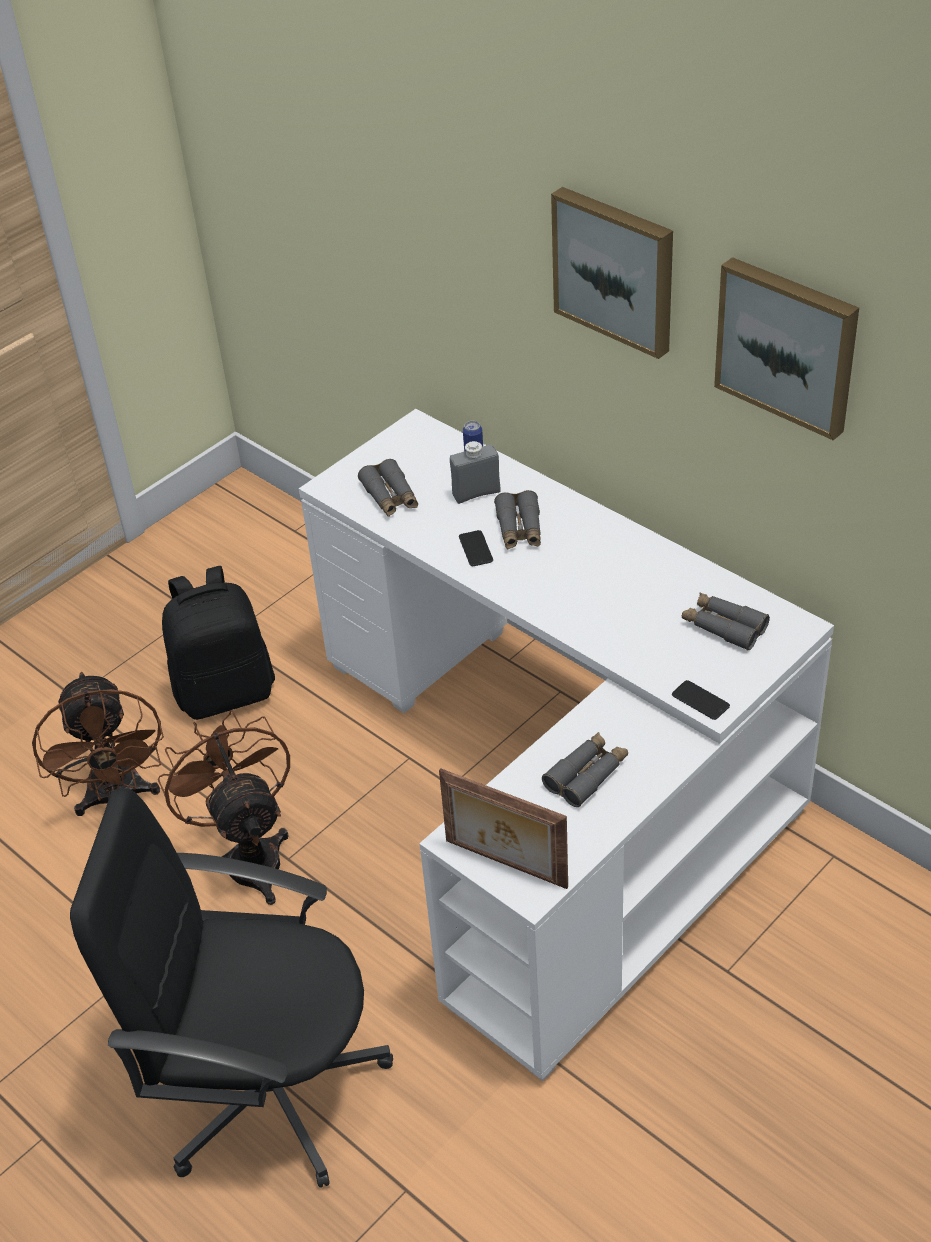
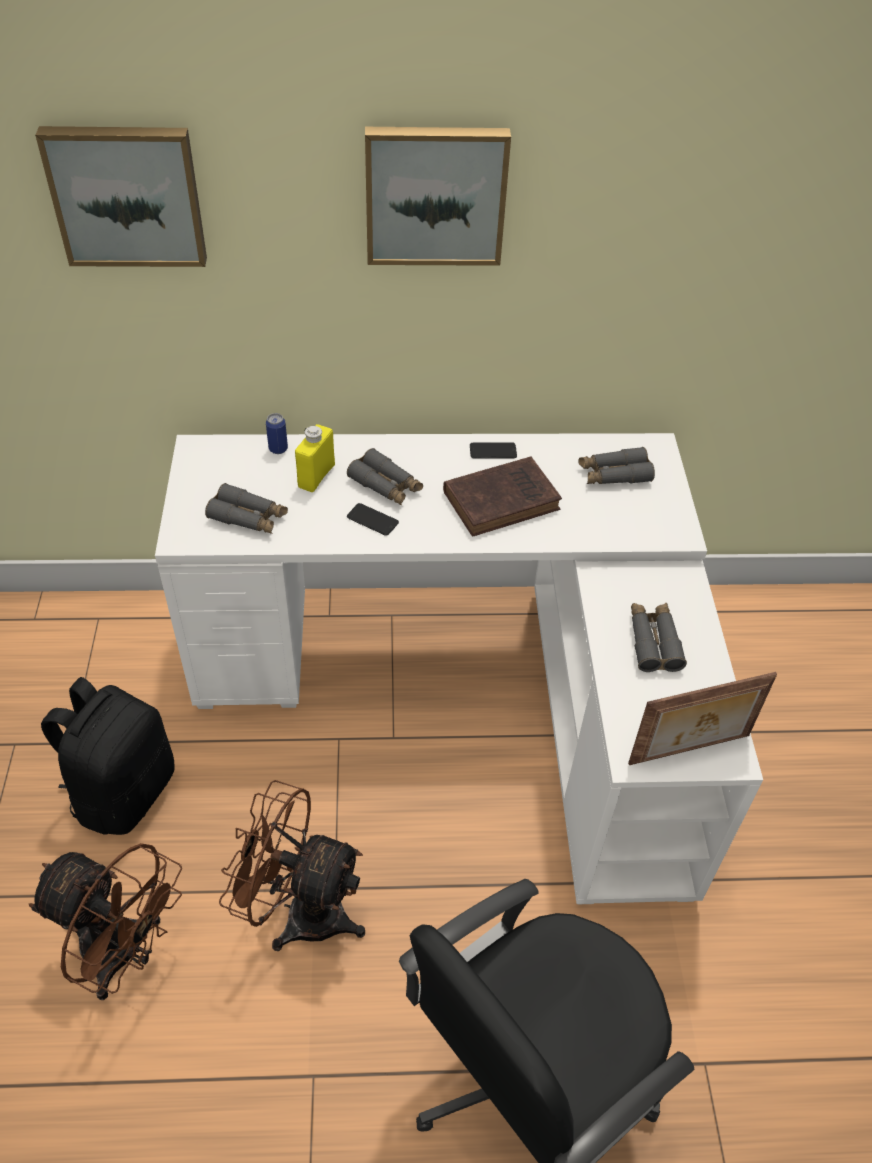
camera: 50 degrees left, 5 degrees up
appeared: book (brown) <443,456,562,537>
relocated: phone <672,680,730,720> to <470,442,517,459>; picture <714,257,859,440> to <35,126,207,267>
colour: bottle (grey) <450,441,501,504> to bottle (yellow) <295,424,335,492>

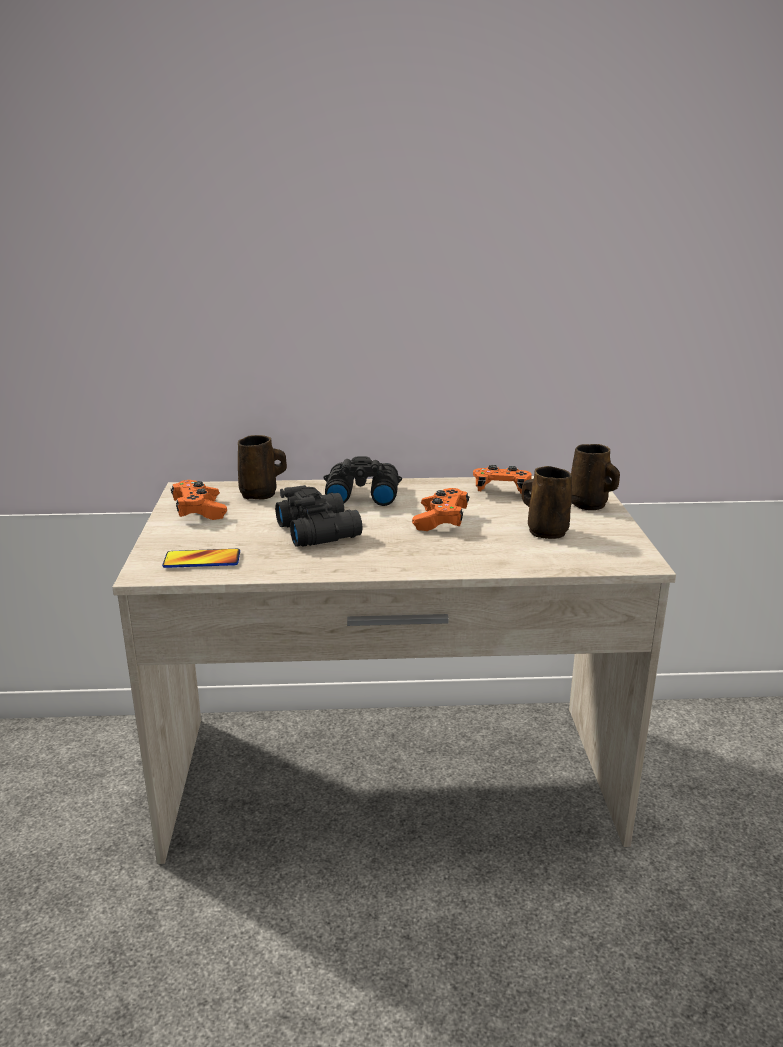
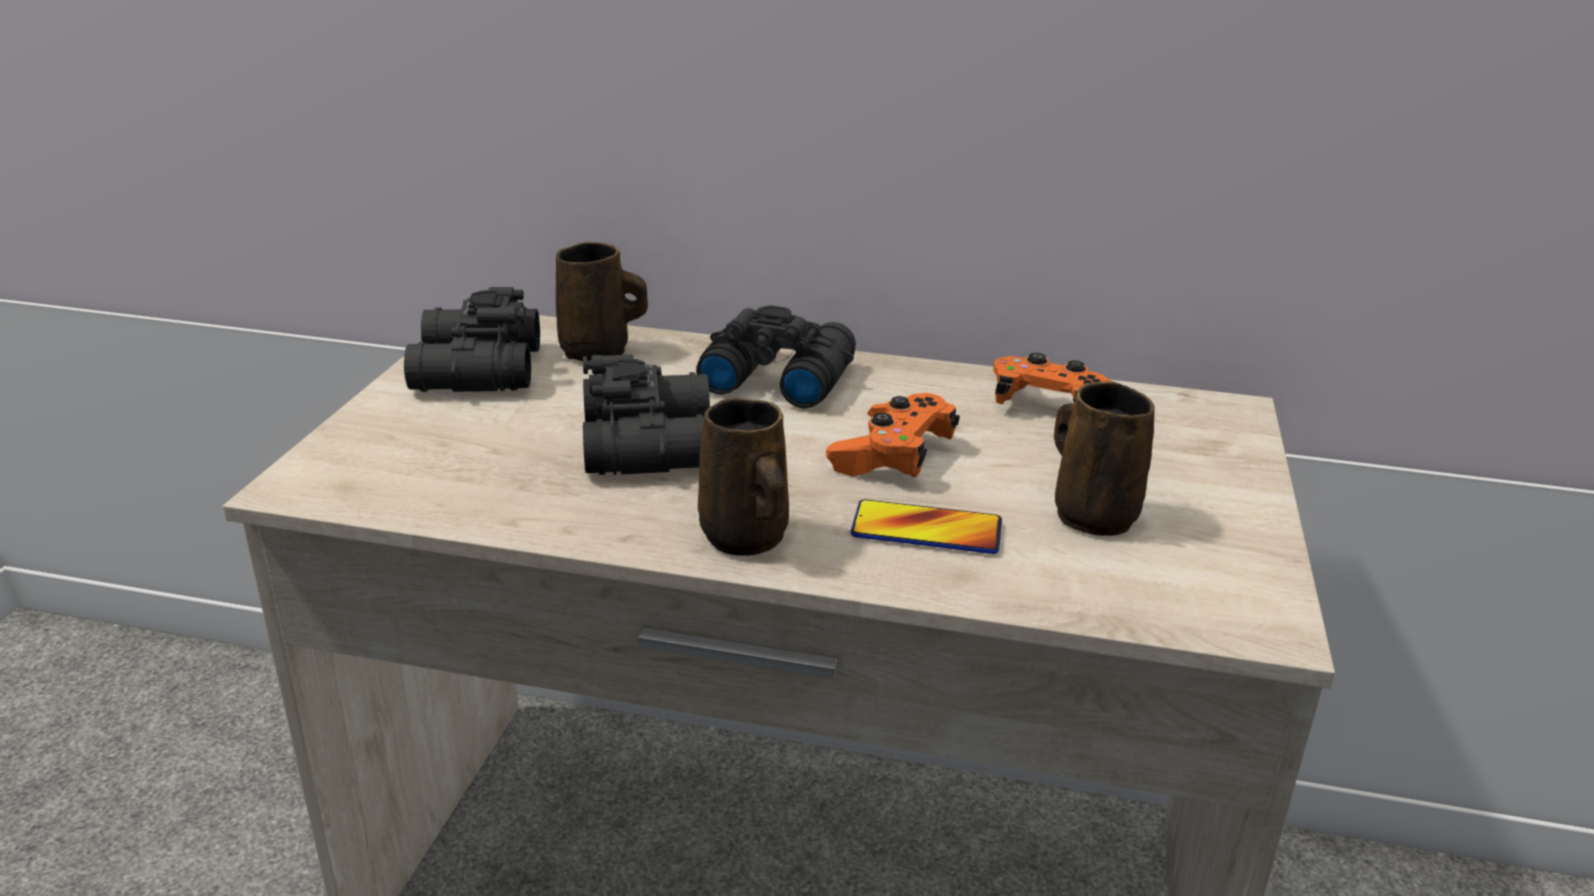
camera: 15 degrees right, 5 degrees up
relocated: phone <162,549,240,568> to <851,499,1002,554>; mug (brown) <571,444,620,510> to <698,398,789,556>
exchanged: game controller (orange) <171,480,227,520> to binoculars (black) <404,287,540,392>

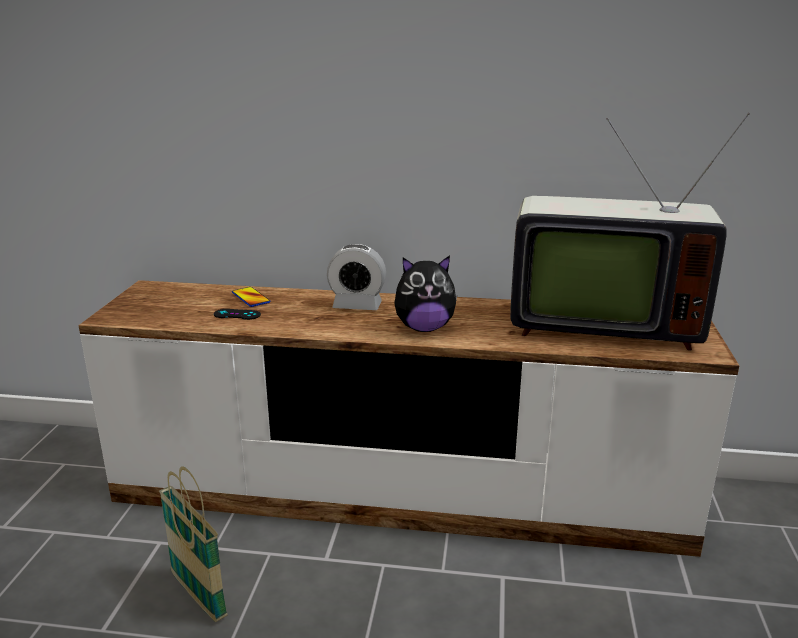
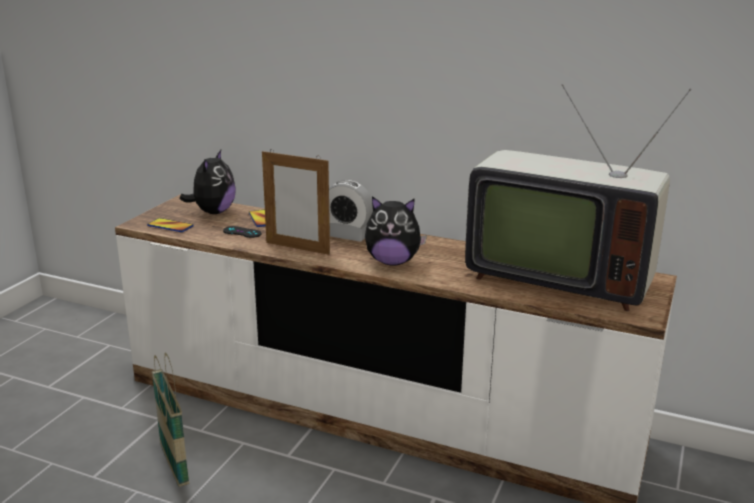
camera: 15 degrees right, 0 degrees up
appeared: phone <147,218,194,232>; plush toy <180,150,236,214>; picture frame <262,149,330,255>

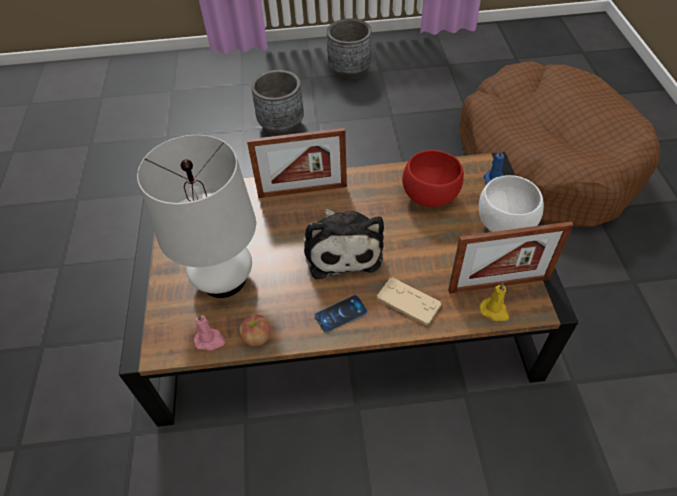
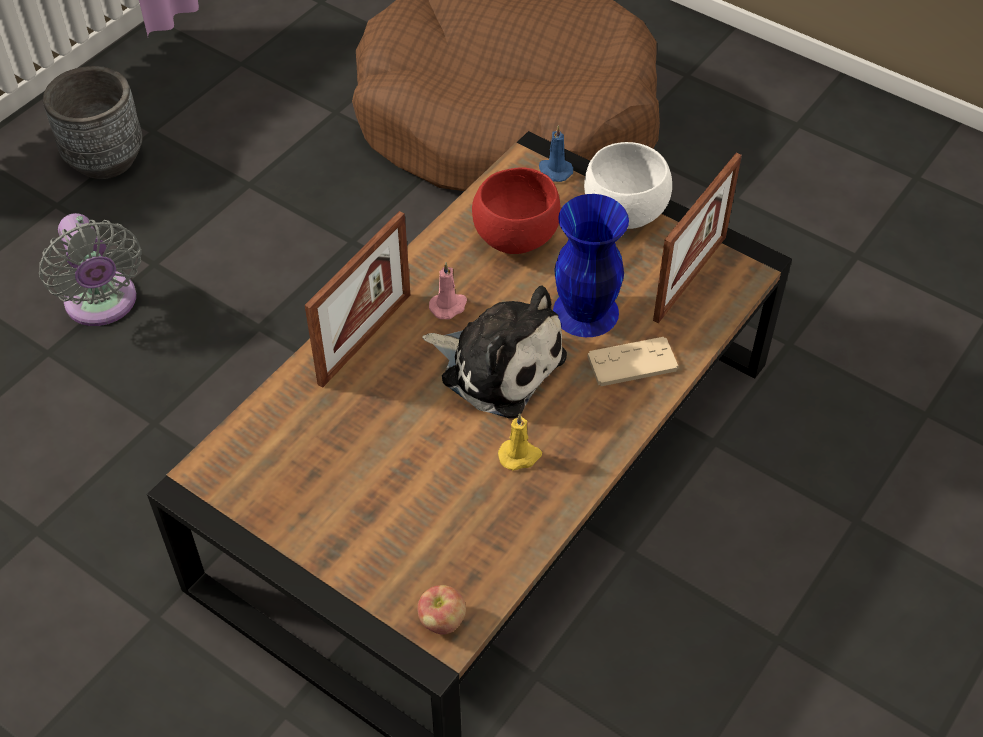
camera: 50 degrees left, 0 degrees up
missing: table lamp (white) <137,135,256,298>; phone <314,295,367,333>
appeared: vase (blue) <553,194,629,337>
relocated: candle (pink) <194,314,225,351> to <429,262,467,319>; apple <239,314,271,346> to <418,585,466,635>; candle (yellow) <480,283,509,321> to <498,413,542,471>
exchanged: planter (grey) <251,70,304,136> to fan (grey) <39,213,142,326>

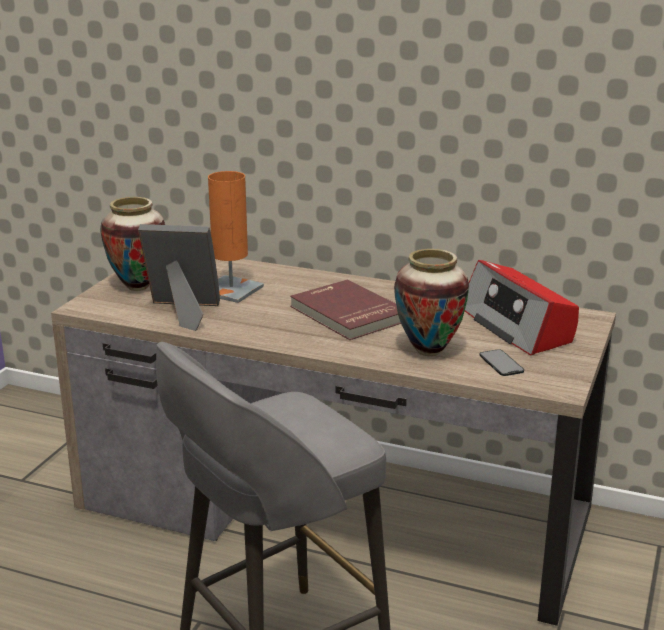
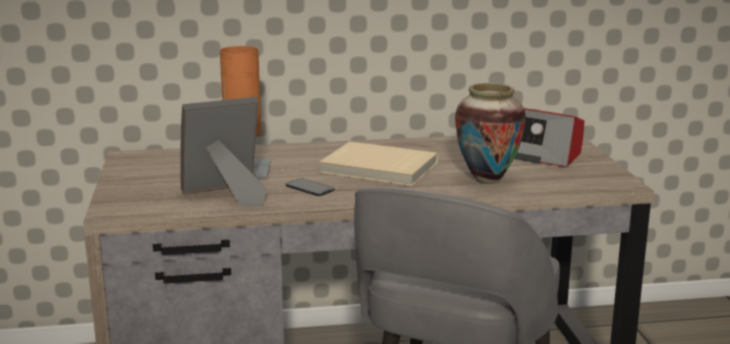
camera: 30 degrees left, 5 degrees down
missing: vase <100,197,165,291>
relocated: phone <479,349,524,376> to <286,178,334,196>
colour: book (red) <290,280,401,340> to book (beige) <320,142,438,186>

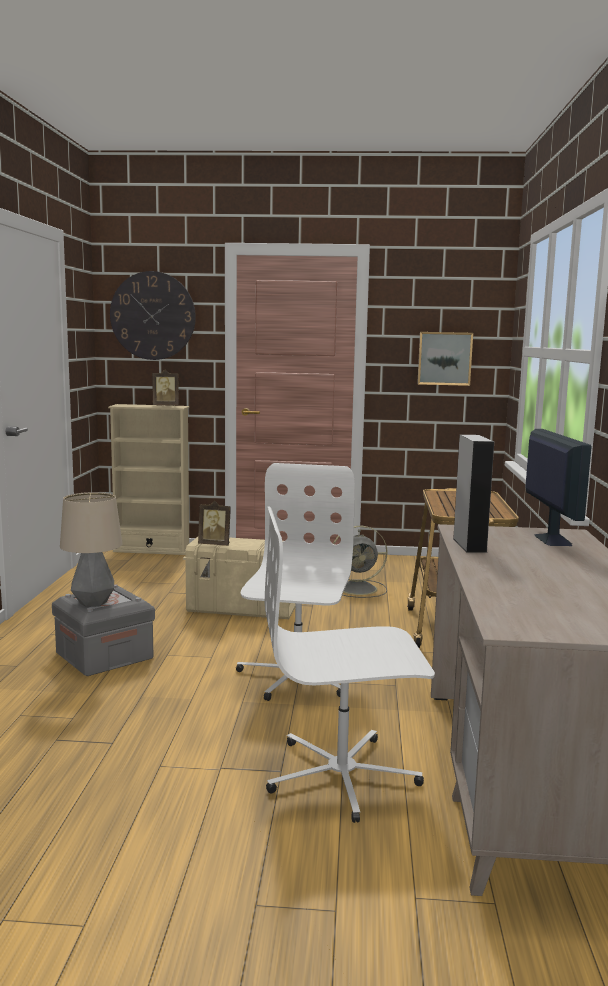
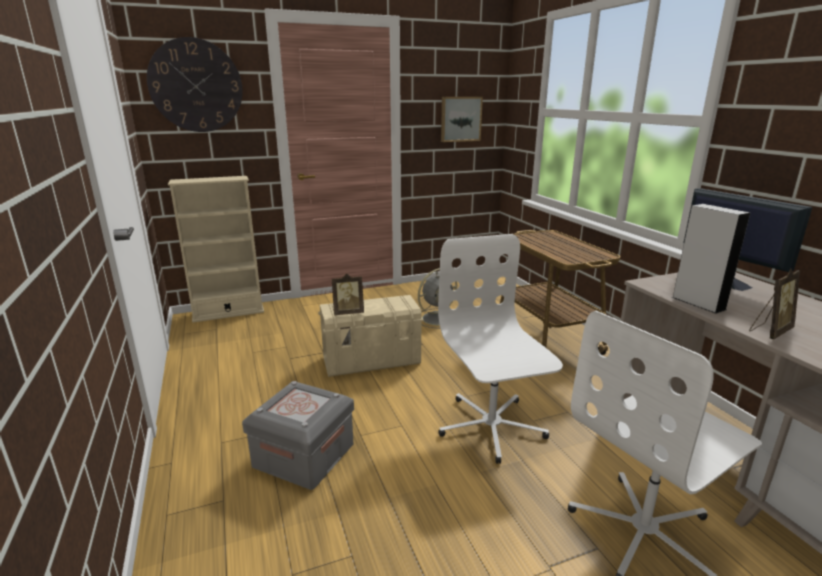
camera: 25 degrees left, 10 degrees up
missing: table lamp <60,492,123,607>
relocated: picture frame <152,370,179,406> to <749,268,800,339>

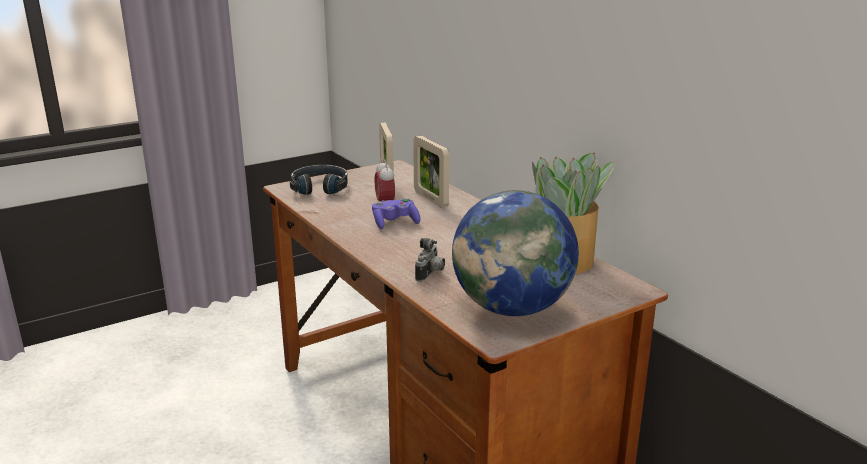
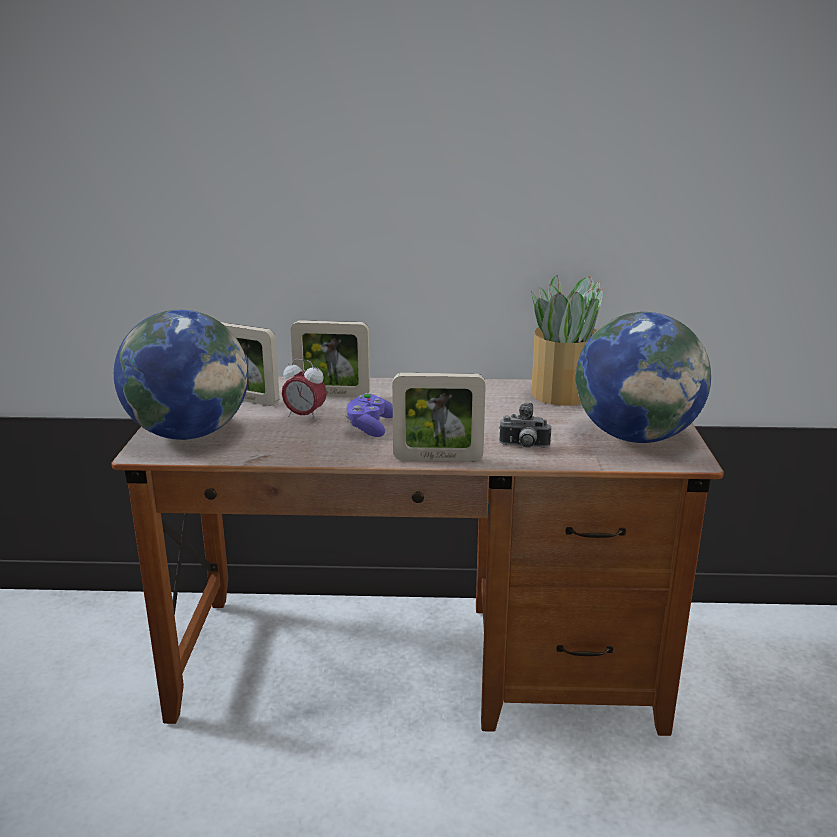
camera: 55 degrees left, 0 degrees up
appeared: picture frame <392,373,486,461>
exchanged: headphones (black) <290,165,348,195> to globe <114,309,248,440>
spun: photo camera <415,238,445,282> = <499,403,551,448> 135 degrees clockwise

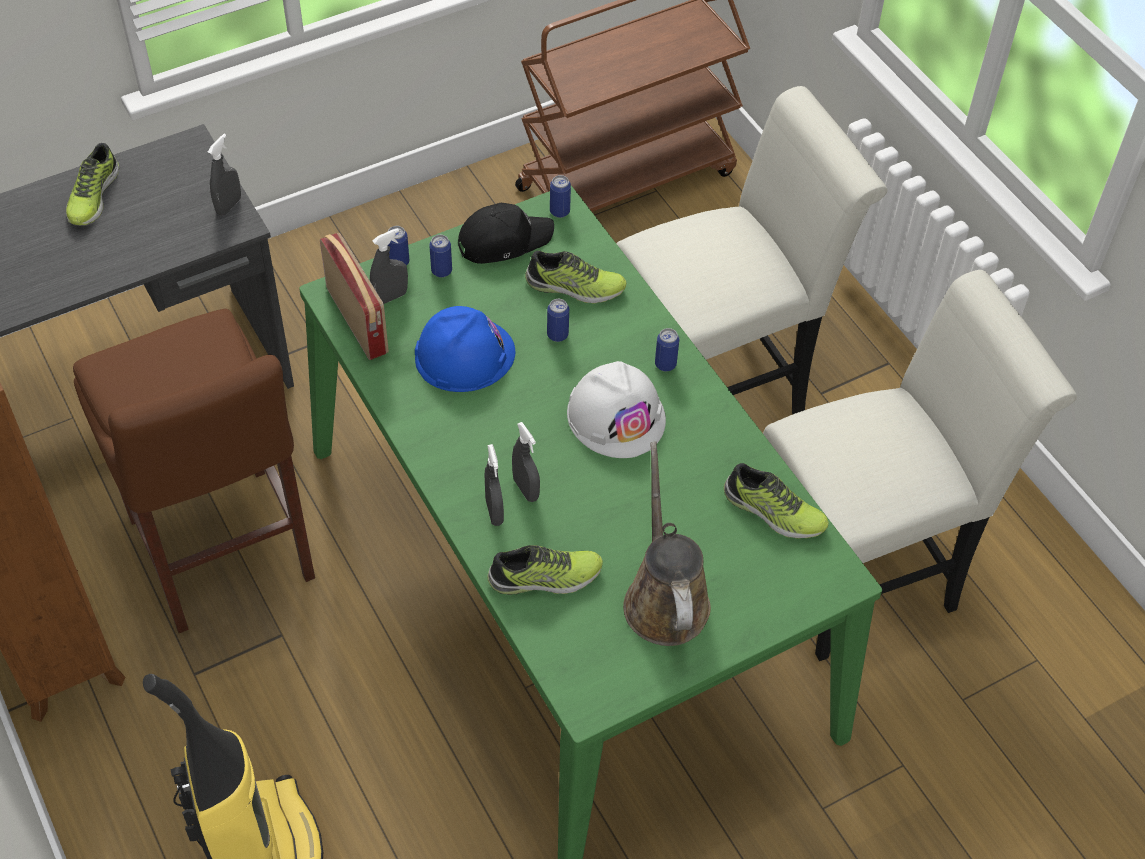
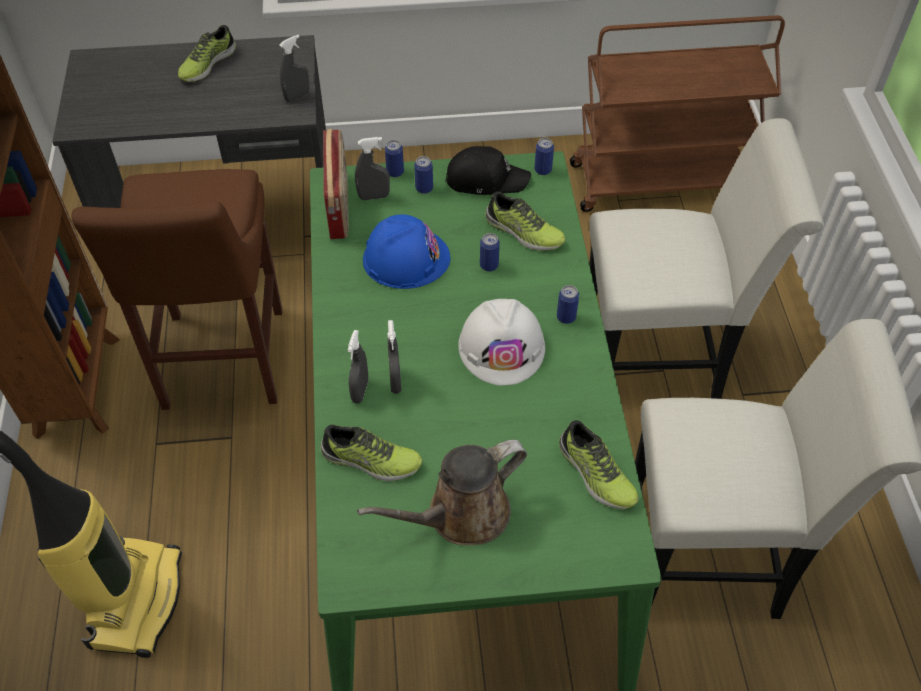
camera: 25 degrees right, 0 degrees up
spun: watering can (brown) <623,441,711,646> = <357,440,527,545> 135 degrees counterclockwise

